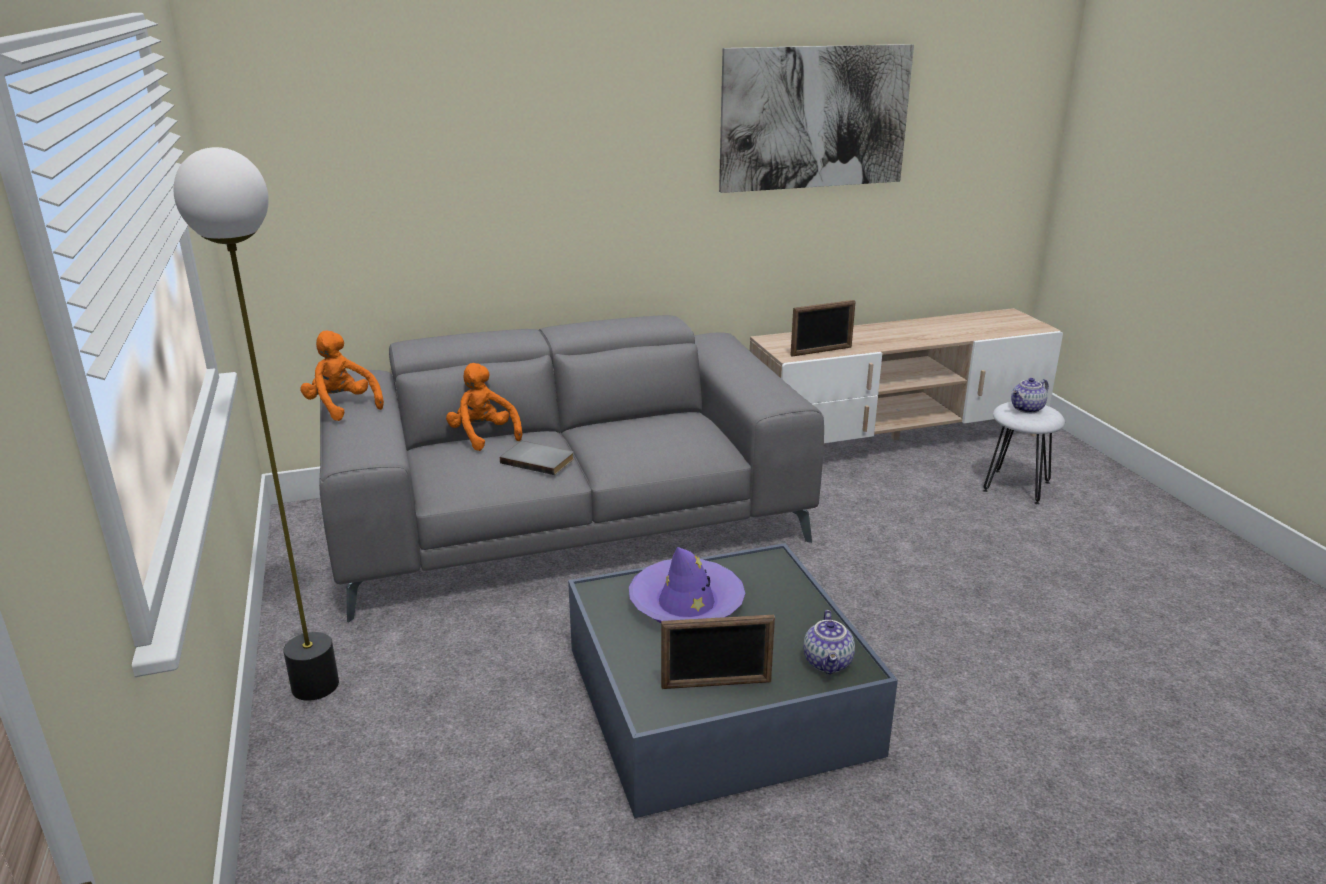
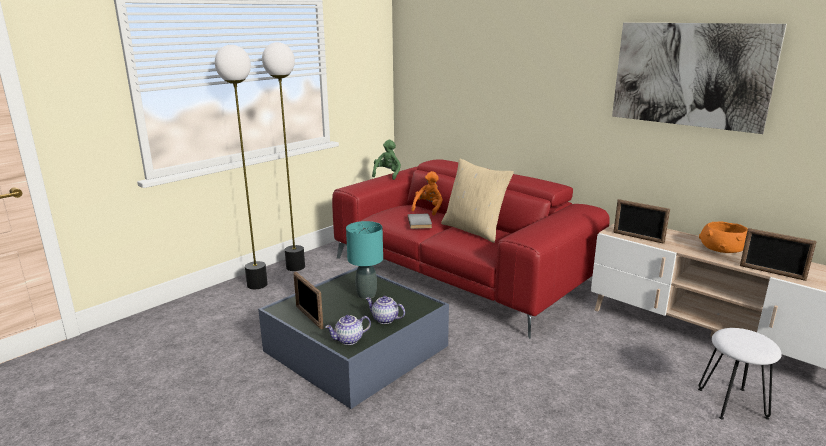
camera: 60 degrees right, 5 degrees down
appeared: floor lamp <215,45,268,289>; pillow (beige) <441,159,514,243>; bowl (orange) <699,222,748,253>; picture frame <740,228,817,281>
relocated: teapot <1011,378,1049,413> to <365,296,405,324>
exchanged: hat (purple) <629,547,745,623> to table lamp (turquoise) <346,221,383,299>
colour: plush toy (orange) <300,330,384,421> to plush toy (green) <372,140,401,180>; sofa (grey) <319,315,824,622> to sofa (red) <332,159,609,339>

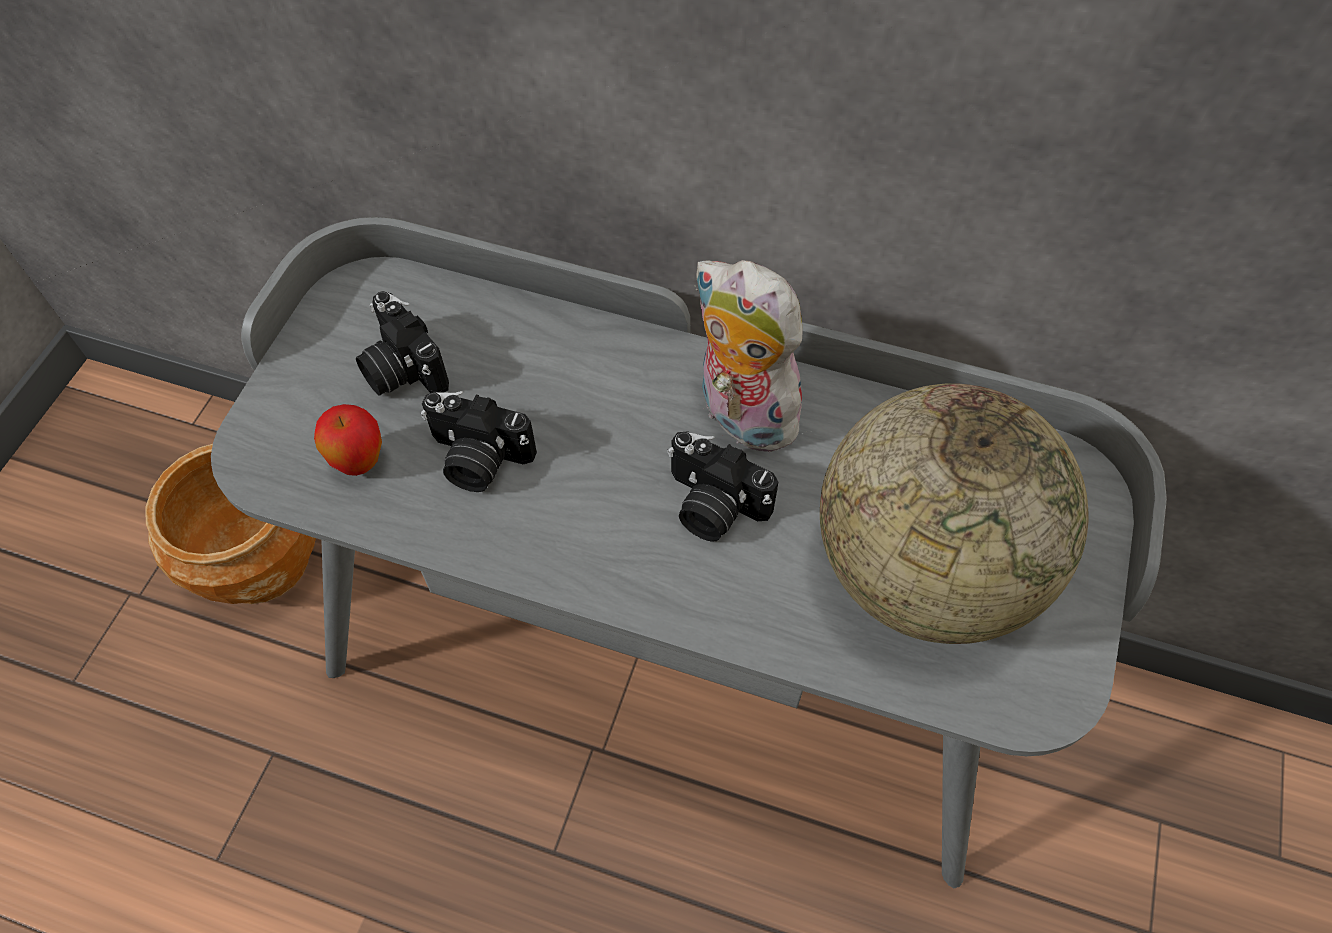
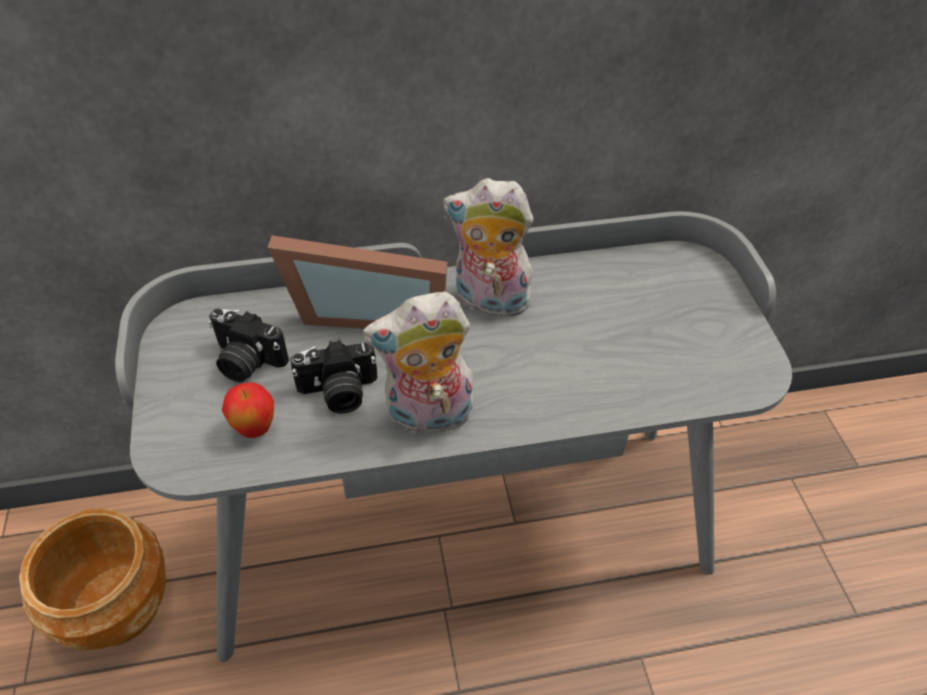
camera: 30 degrees left, 10 degrees down
missing: photo camera <668,431,778,542>; globe <820,384,1088,644>
appeared: picture frame <267,235,447,329>; plush toy <362,292,473,436>

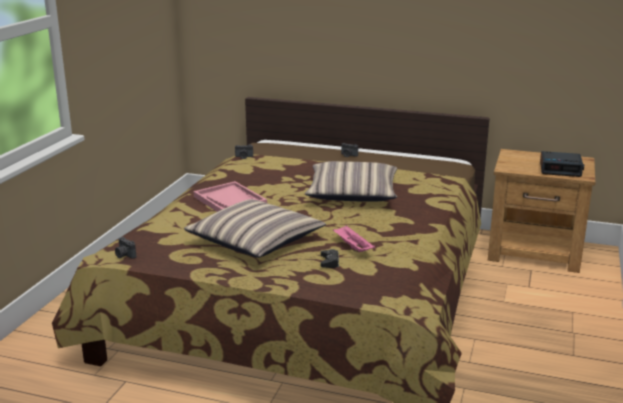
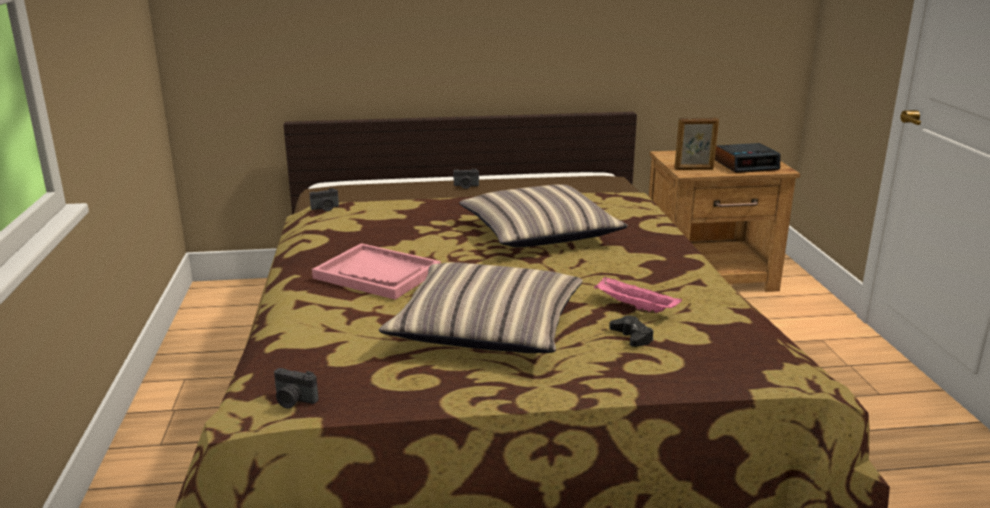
camera: 25 degrees left, 0 degrees up
appeared: picture frame <674,118,719,170>

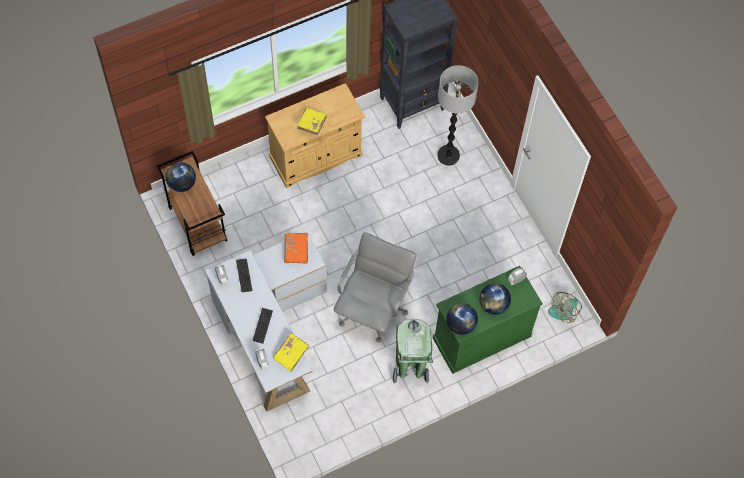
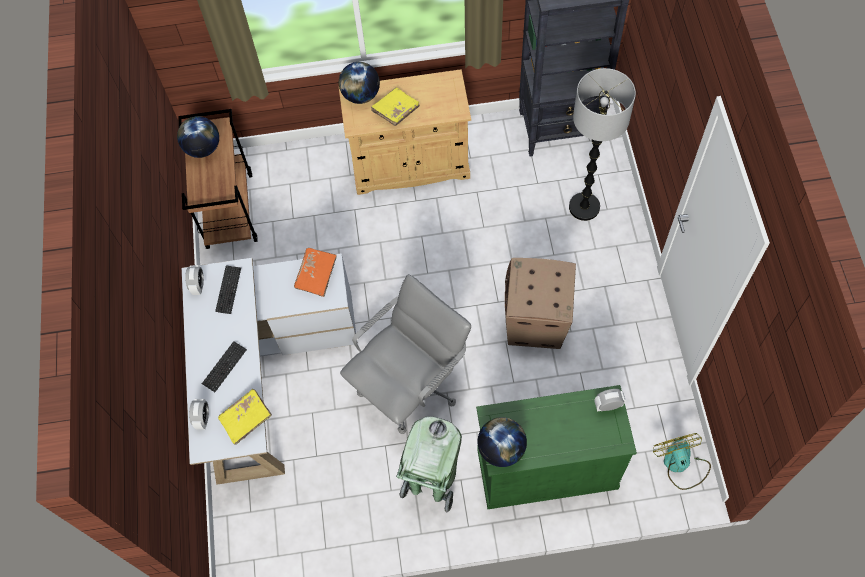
camera: 25 degrees right, 0 degrees up
appeared: cardboard box <505,258,576,349>
relocated: globe <480,283,511,315> to <339,62,380,104>
spun: fan <548,292,582,323> = <653,433,711,490> 90 degrees clockwise

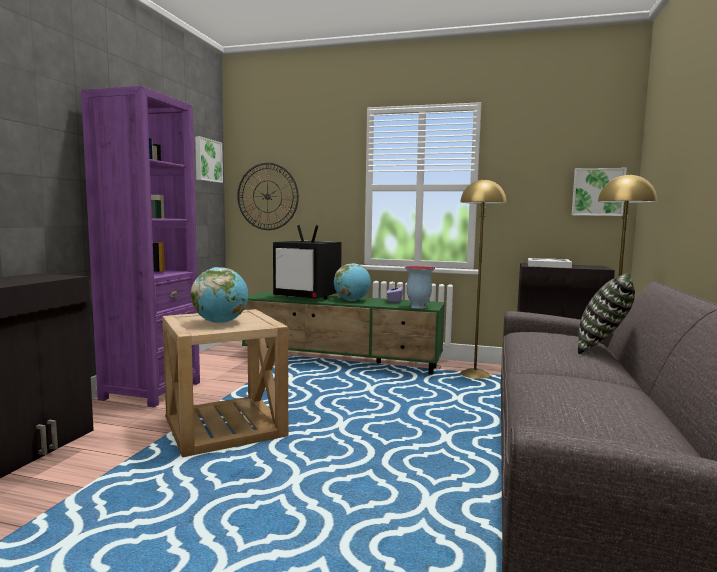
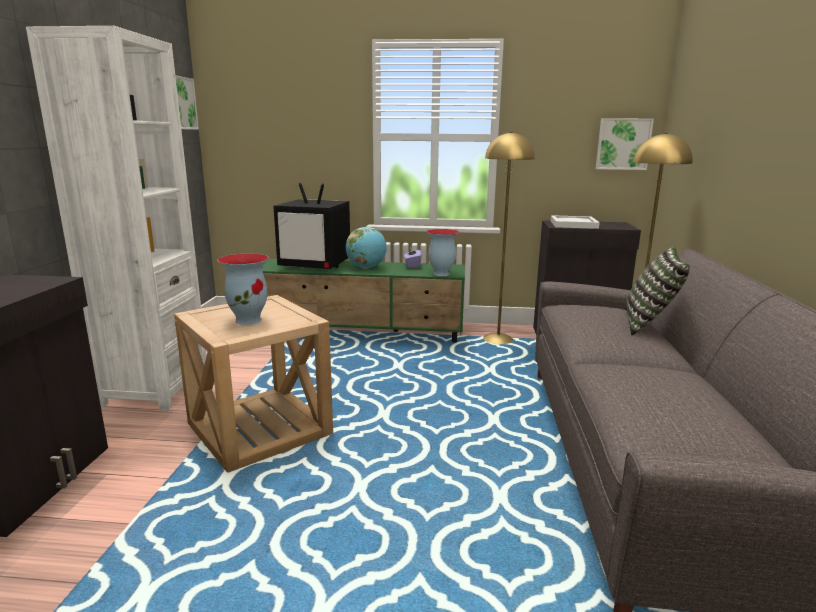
camera: 10 degrees left, 10 degrees up
missing: wall clock <237,163,299,230>
exchanged: globe <191,267,248,323> to vase <217,254,269,325>
colour: bookcase (purple) <81,86,200,408> to bookcase (white) <26,26,207,411>

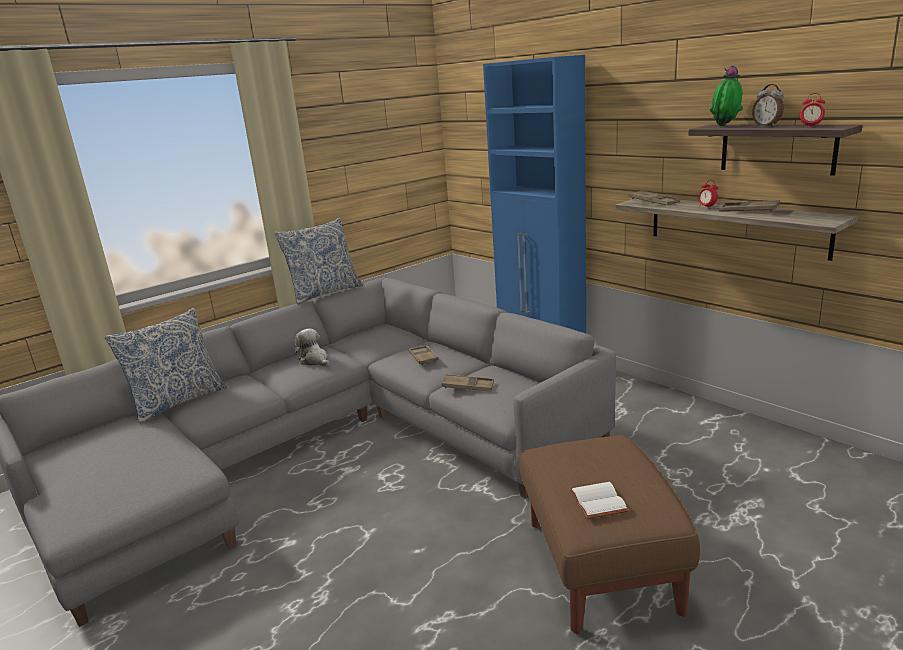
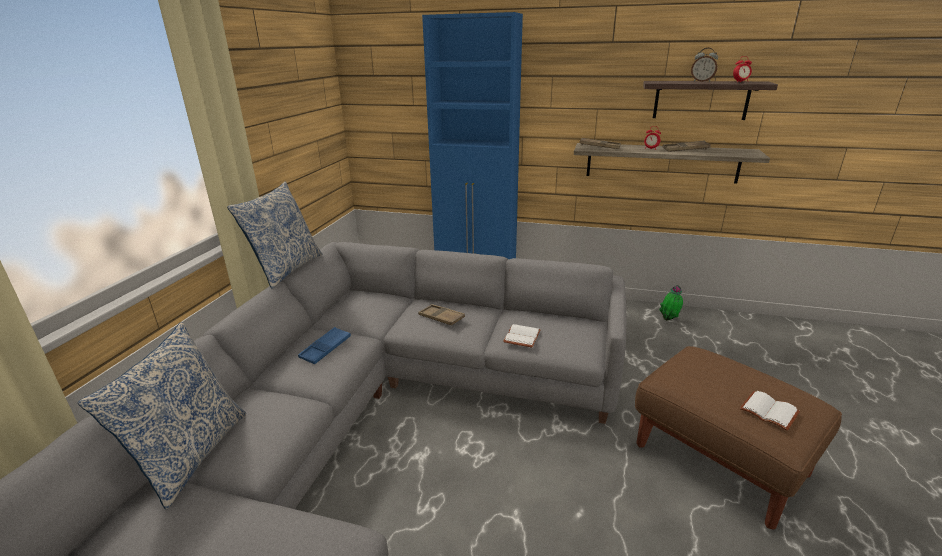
camera: 35 degrees left, 5 degrees up
relocated: potted plant <710,65,743,126> to <659,285,683,321>
exchanged: plush toy <295,329,330,367> to tray (blue) <298,327,351,364>; tray (brown) <442,374,494,391> to book (white) <503,324,541,348>

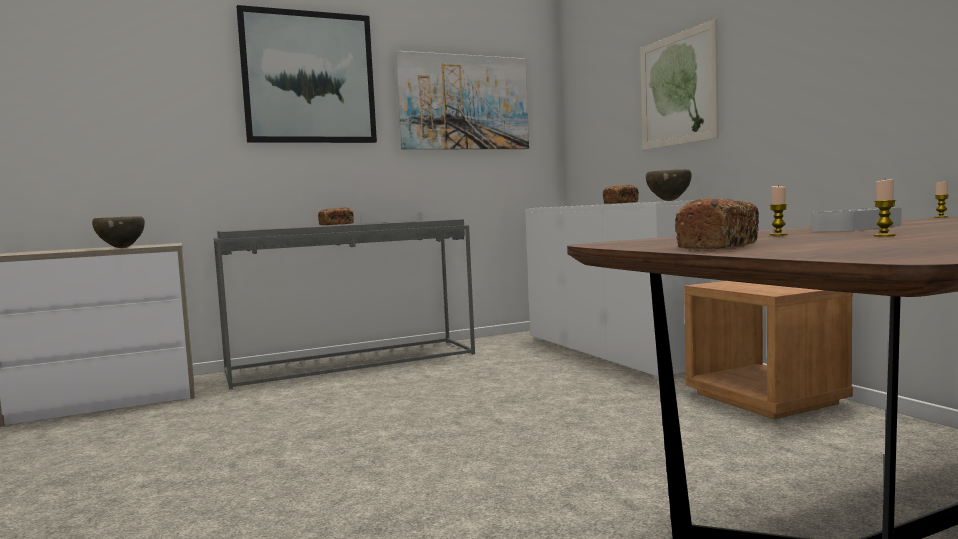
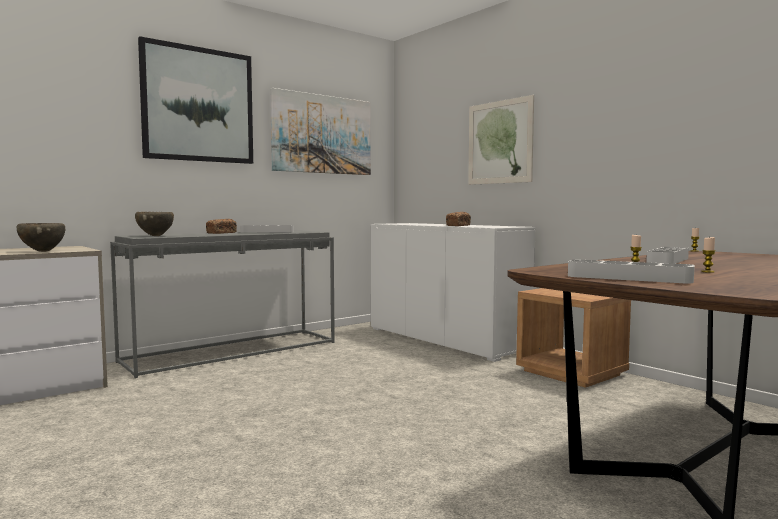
camera: 15 degrees left, 0 degrees up
relocated: bowl (brown) <646,169,692,201> to <135,212,174,236>
exchanged: bread <675,198,759,249> to tray (grey) <568,260,695,284>

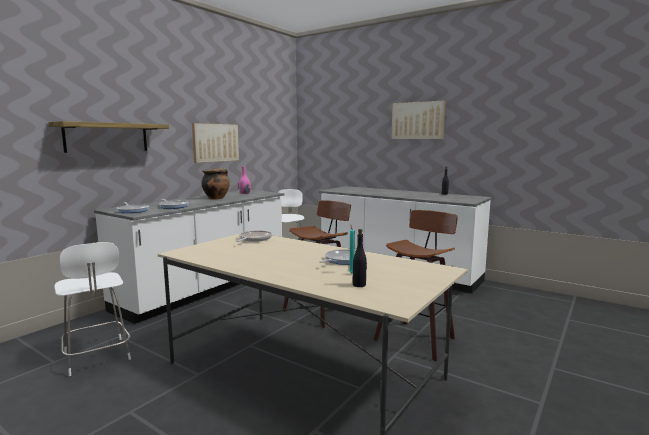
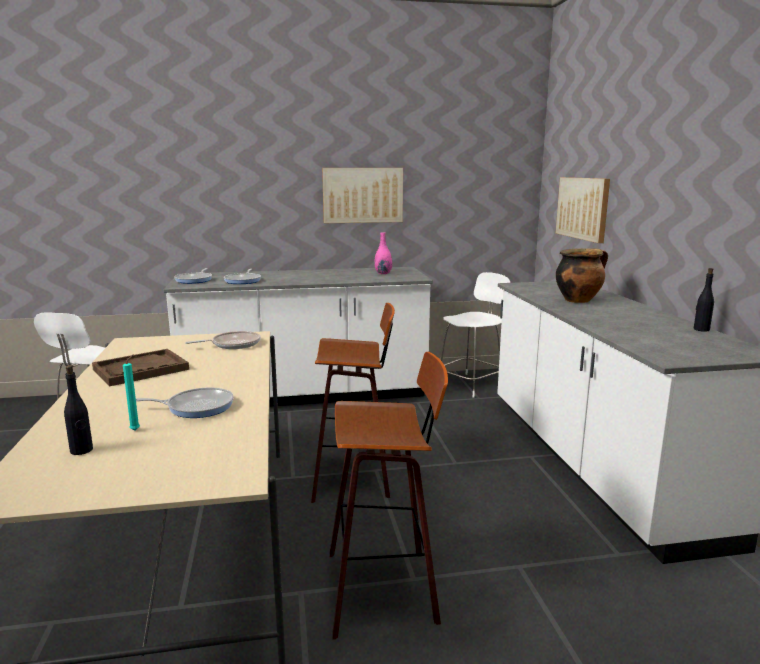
camera: 45 degrees right, 5 degrees up
missing: shelf <48,121,169,153>
appeared: tray (brown) <92,349,189,386>
relocated: cooking pot <201,168,230,200> to <556,248,608,303>; picture <392,101,445,139> to <555,177,610,243>

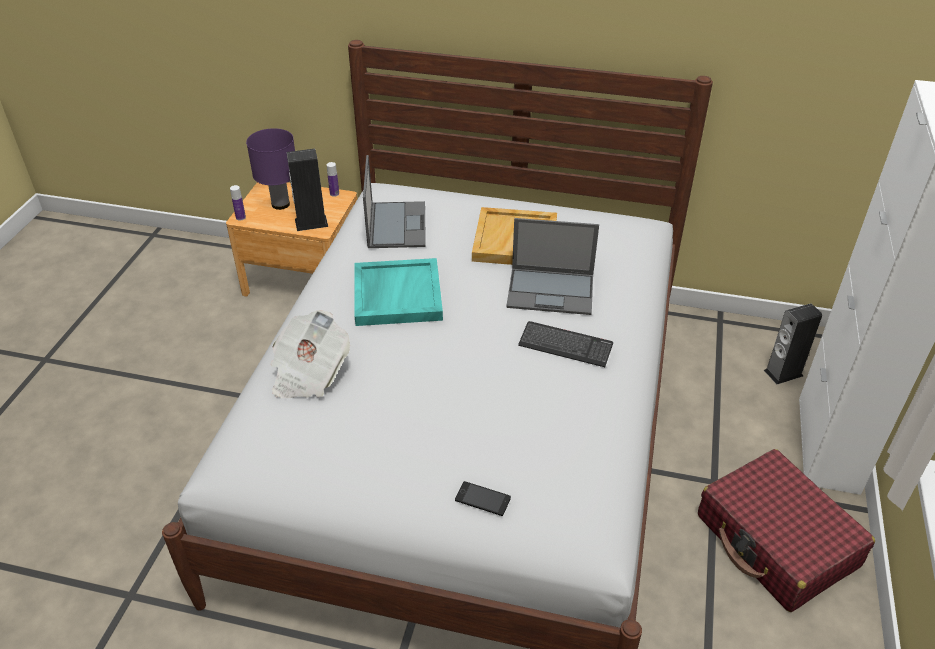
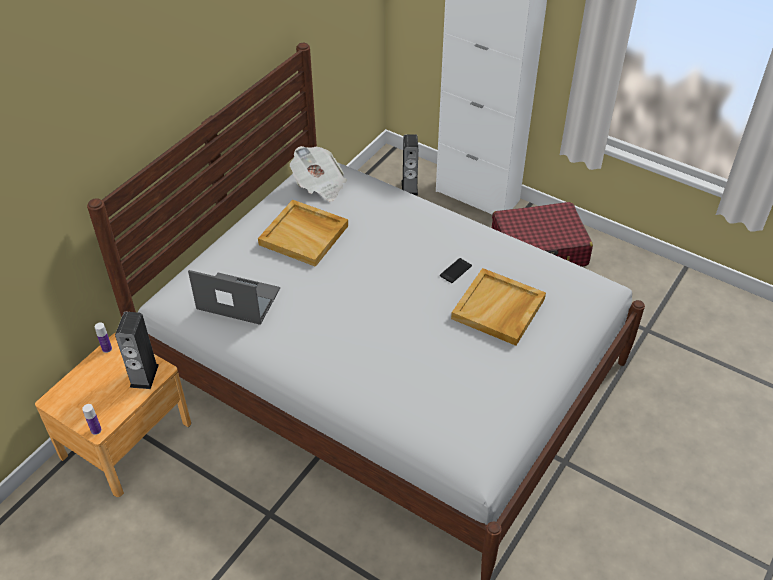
camera: 70 degrees left, 5 degrees up
missing: table lamp (purple) <246,128,295,210>; tray (turquoise) <355,258,443,326>; laptop <506,218,599,315>; keyboard <518,321,613,367>
appeared: tray (beige) <451,268,546,346>
relocated: newspaper <271,310,350,398> to <290,146,347,201>; phone <455,481,511,516> to <440,258,472,283>

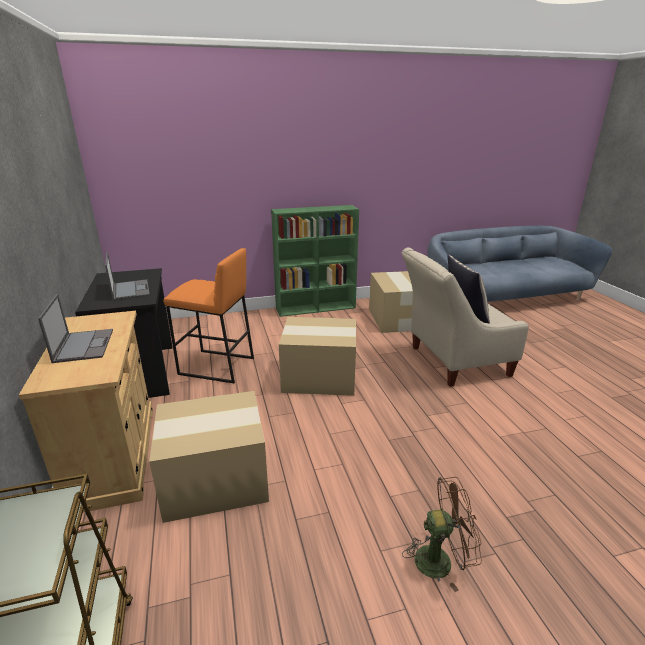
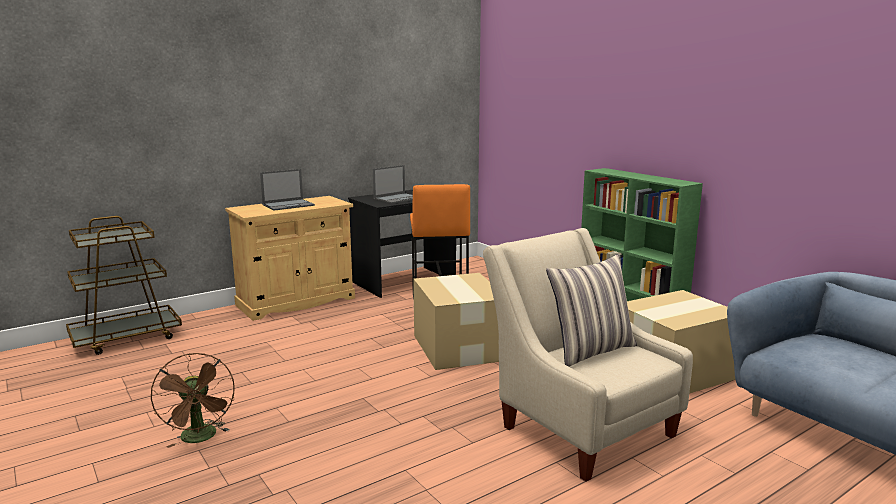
camera: 70 degrees right, 10 degrees down
missing: cardboard box <149,391,269,523>

